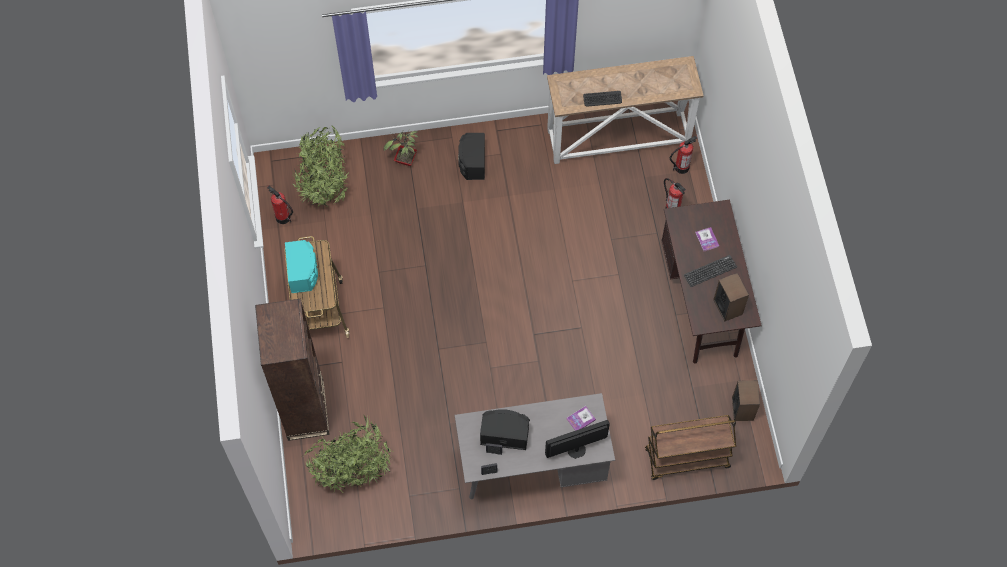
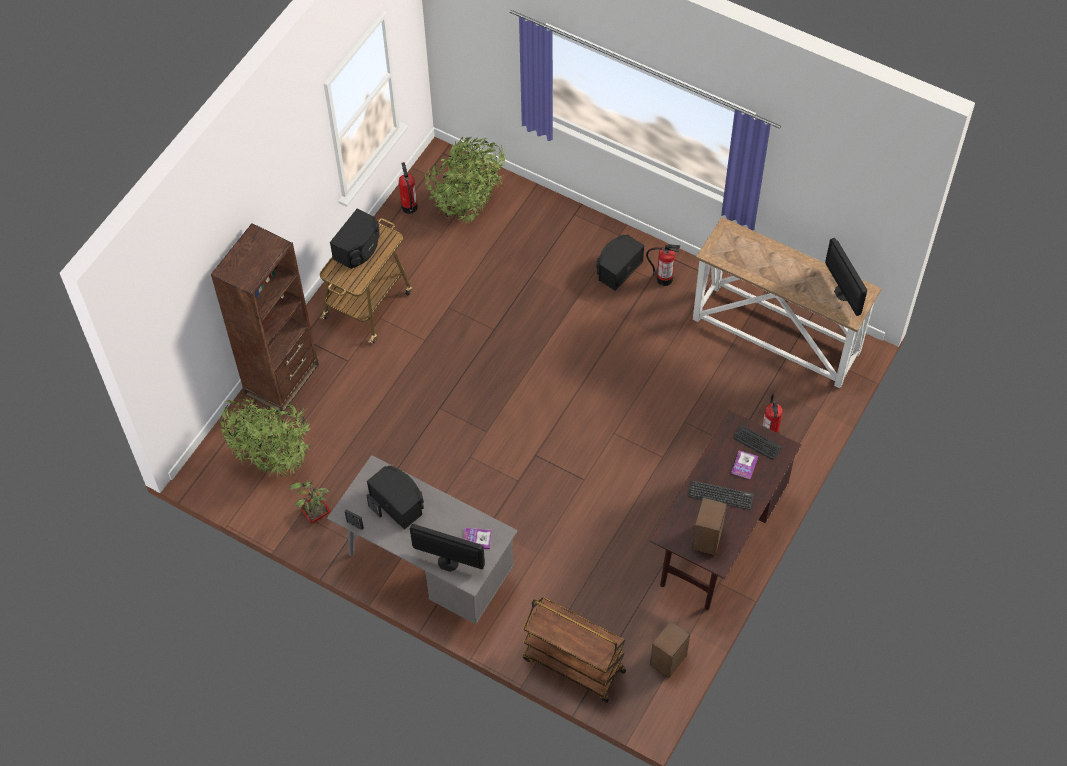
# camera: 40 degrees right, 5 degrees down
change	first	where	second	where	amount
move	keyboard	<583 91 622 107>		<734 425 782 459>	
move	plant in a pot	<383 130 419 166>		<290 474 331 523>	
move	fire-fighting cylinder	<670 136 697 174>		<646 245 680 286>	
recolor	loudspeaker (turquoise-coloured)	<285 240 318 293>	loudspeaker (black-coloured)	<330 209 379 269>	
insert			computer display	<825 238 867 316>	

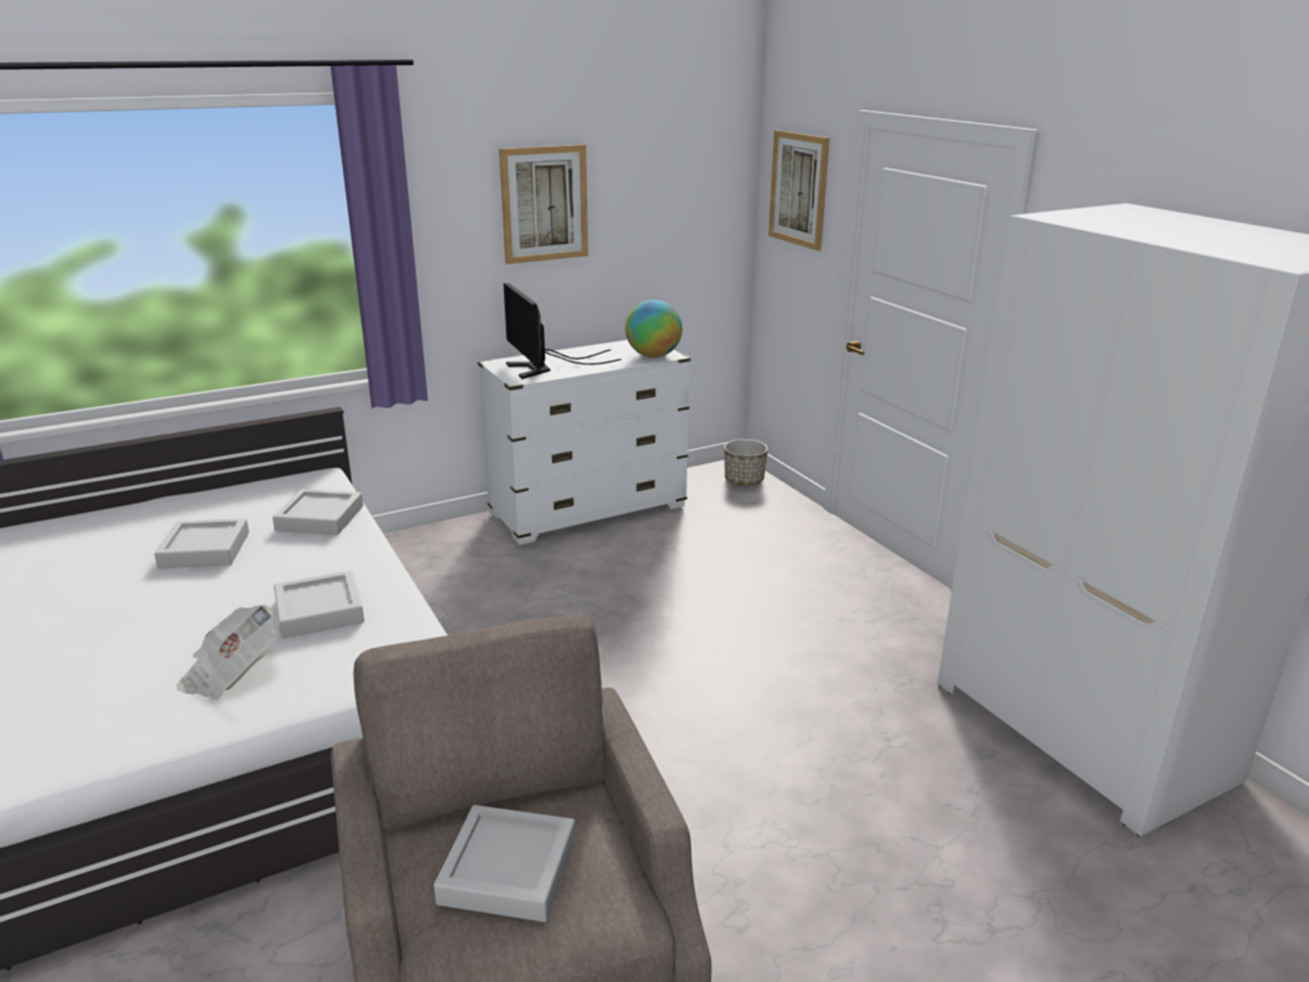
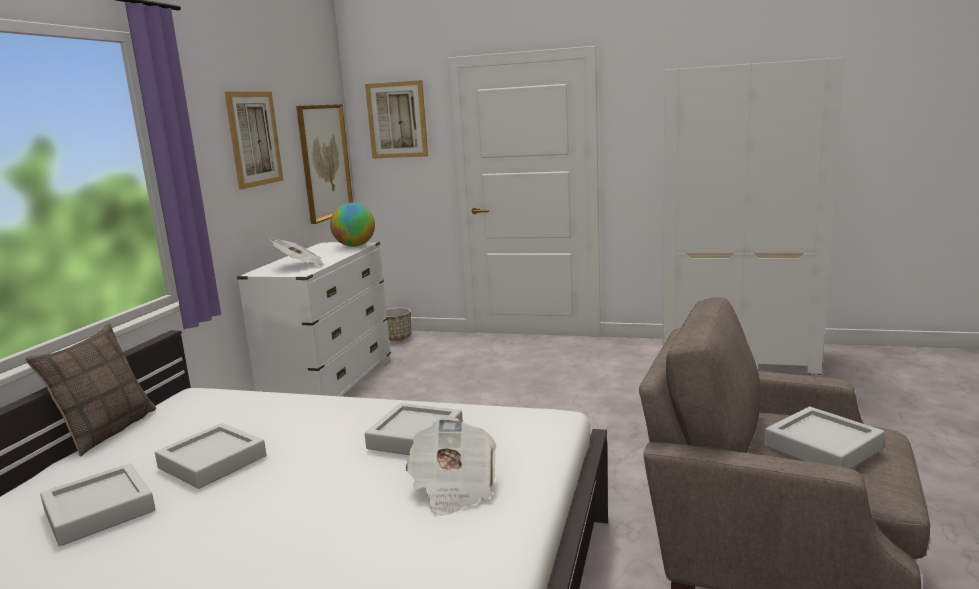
# camera: 45 degrees left, 10 degrees down
change	first	where	second	where	amount
replace	computer display	<504 283 621 379>	newspaper	<269 238 325 266>	
move	serving tray (grey)	<273 489 363 535>		<40 463 155 546>	
insert			wall art	<296 104 353 224>	
insert			cushion	<25 323 156 456>	

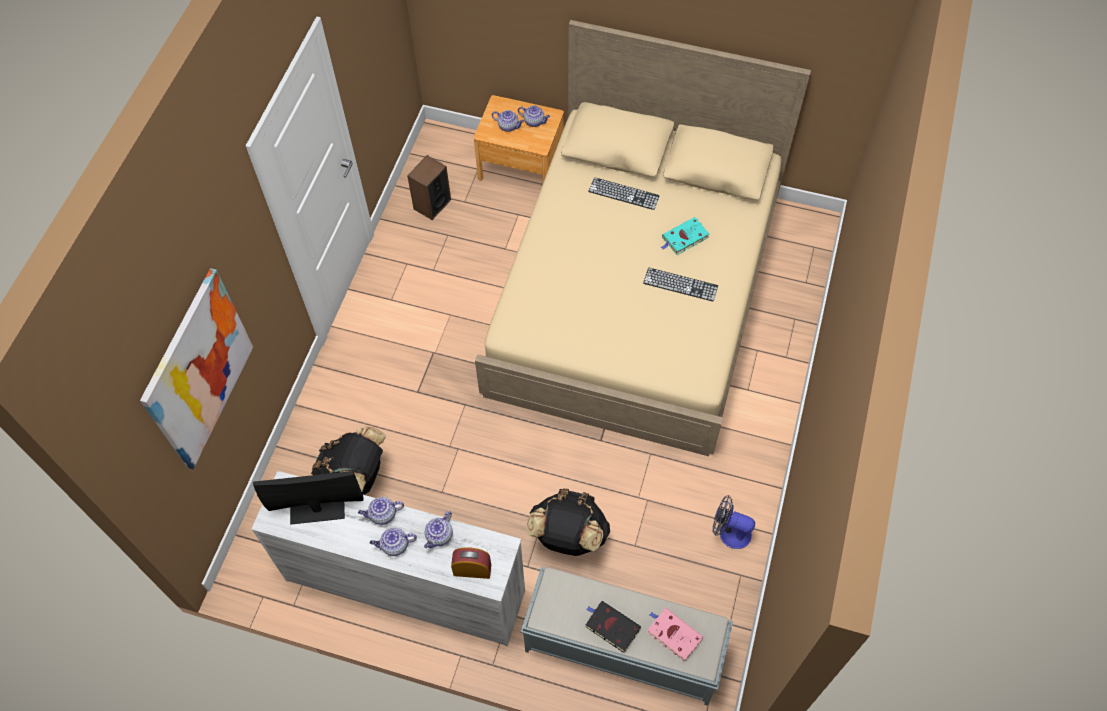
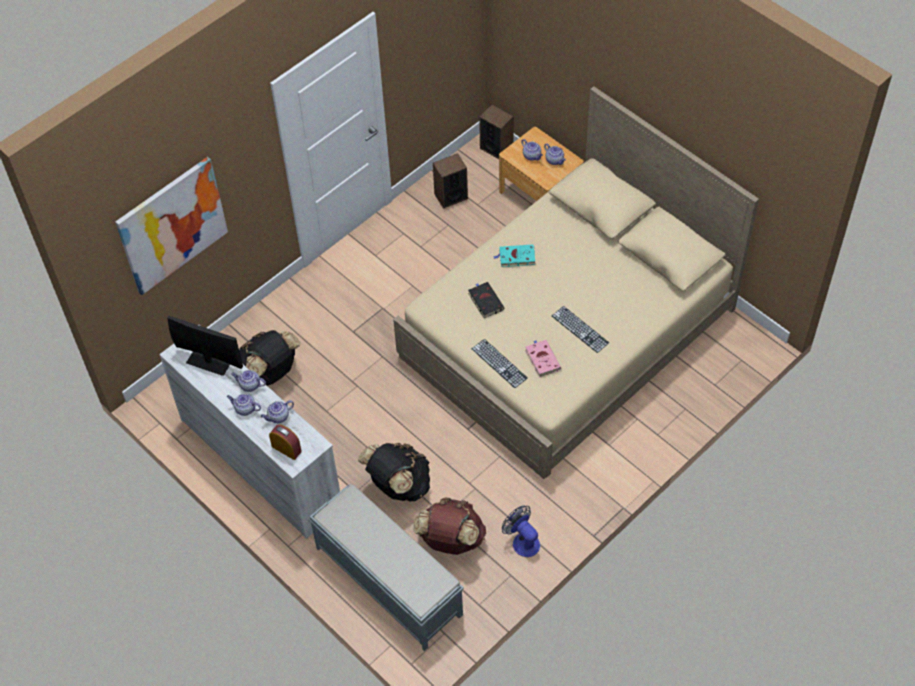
# camera: 30 degrees right, 5 degrees down
change	first	where	second	where	amount
move	keyboard	<588 177 660 210>		<472 339 527 388>	
move	book (turquoise-coloured)	<660 217 709 255>		<493 244 535 267>	
move	book (black-coloured)	<585 601 641 653>		<468 282 504 318>	
move	book (pink-coloured)	<647 608 703 662>		<525 340 561 377>	
insert			loudspeaker	<479 105 514 159>	
insert			backpack (brown)	<413 497 486 555>	

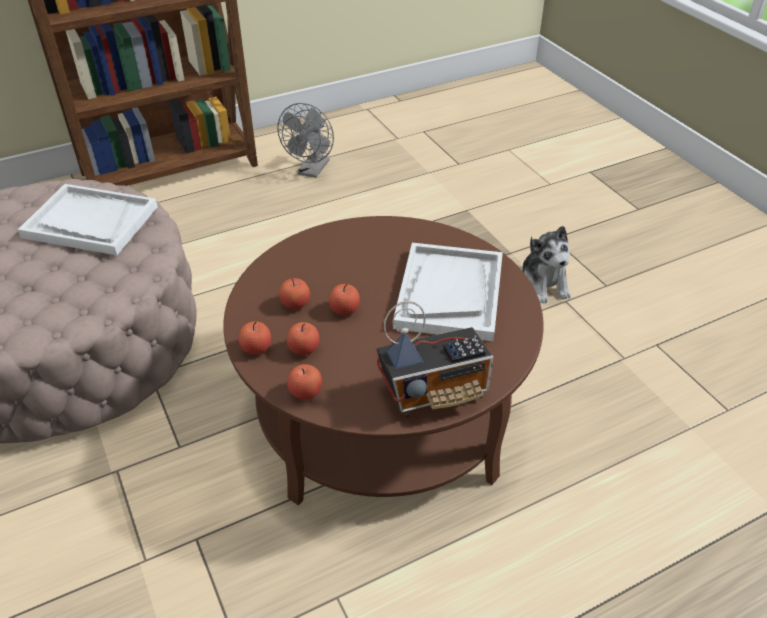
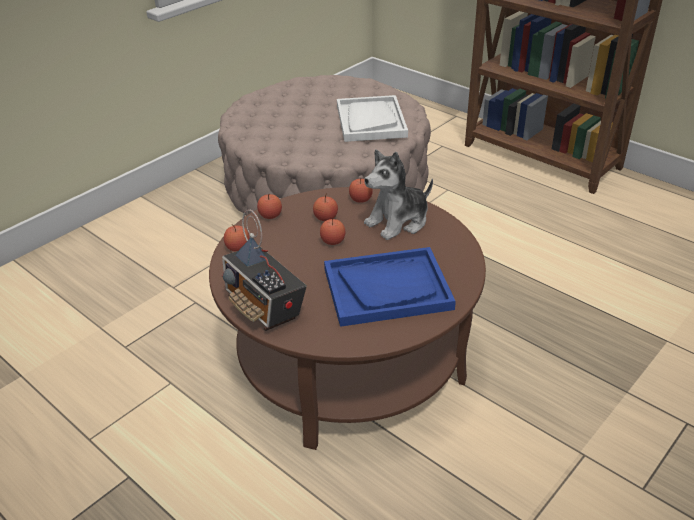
# camera: 70 degrees right, 5 degrees down
change	first	where	second	where	amount
delete	cooling fan (grey)	<277 103 334 178>			
move	soft toy	<522 226 571 304>		<364 150 433 240>	
recolor	serving tray (white)	<393 243 503 341>	serving tray (bluish)	<324 247 456 327>	
move	whole apple	<287 322 320 356>		<349 178 373 203>	

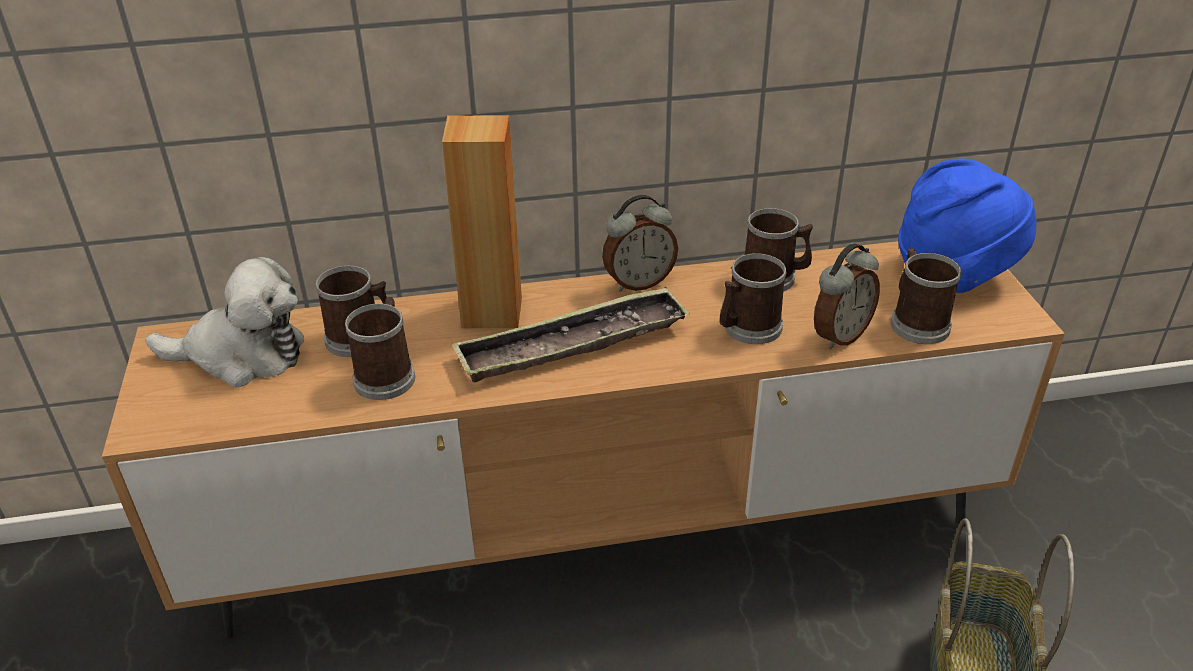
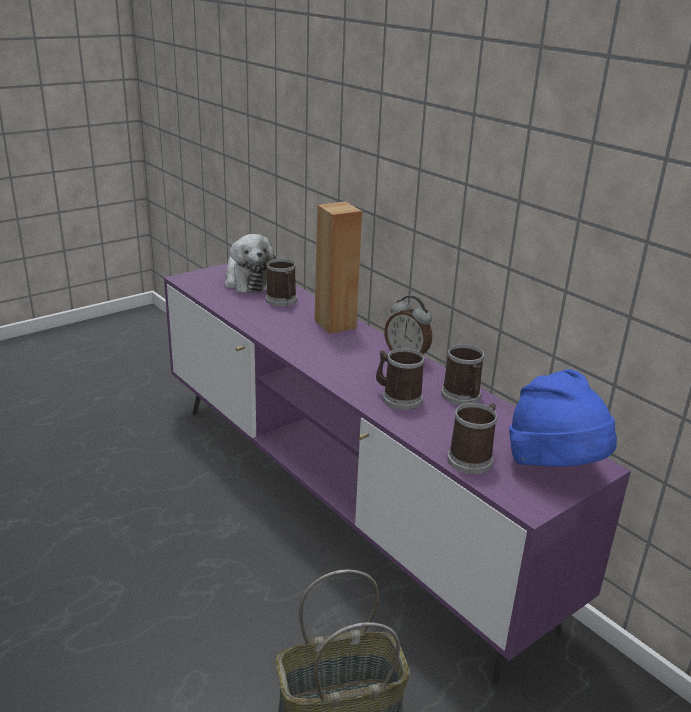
# camera: 60 degrees right, 10 degrees down
change	first	where	second	where	amount
recolor	media console (brown)	<102 241 1065 639>	media console (purple-coloured)	<164 263 631 683>	
delete	alarm clock	<814 243 880 350>			
delete	serving tray	<452 287 690 382>			
delete	mug	<345 297 415 400>			

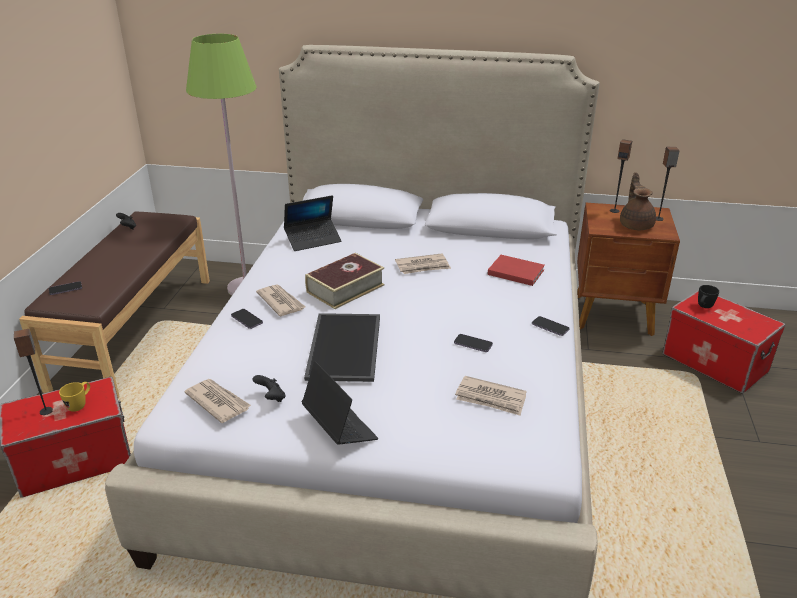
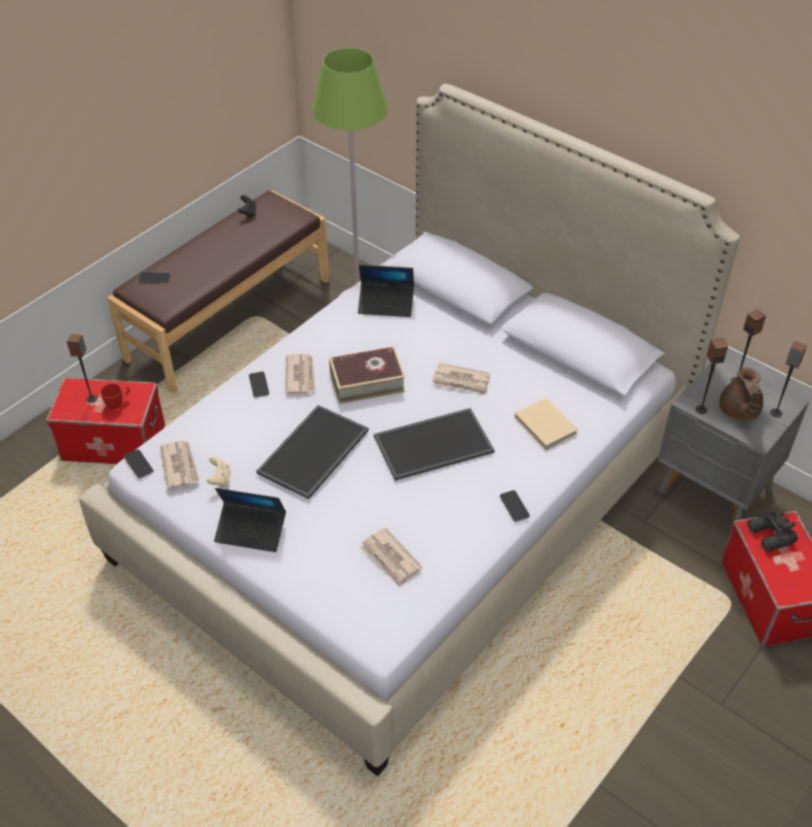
# camera: 30 degrees right, 15 degrees up
change	first	where	second	where	amount
rotate	pot for tea (brown)	<620 172 656 230>		<719 368 763 421>	150 degrees clockwise
recolor	bedside table (brown)	<577 203 680 336>	bedside table (grey)	<658 360 809 532>	
recolor	book (red-coloured)	<487 255 545 286>	book (beige)	<515 398 578 450>	
replace	mug (black-coloured)	<698 285 719 308>	binoculars (black-coloured)	<747 511 798 552>	
move	telephone	<454 334 493 352>		<124 449 153 478>	
rotate	portable computer	<301 361 378 445>		<214 488 286 552>	105 degrees clockwise
recolor	game controller (black-coloured)	<253 375 285 402>	game controller (beige)	<207 456 231 487>	
recolor	mug (yellow)	<59 382 90 412>	mug (red-coloured)	<100 384 130 409>	
insert			loudspeaker	<695 338 728 414>	
insert			serving tray	<374 408 495 481>	

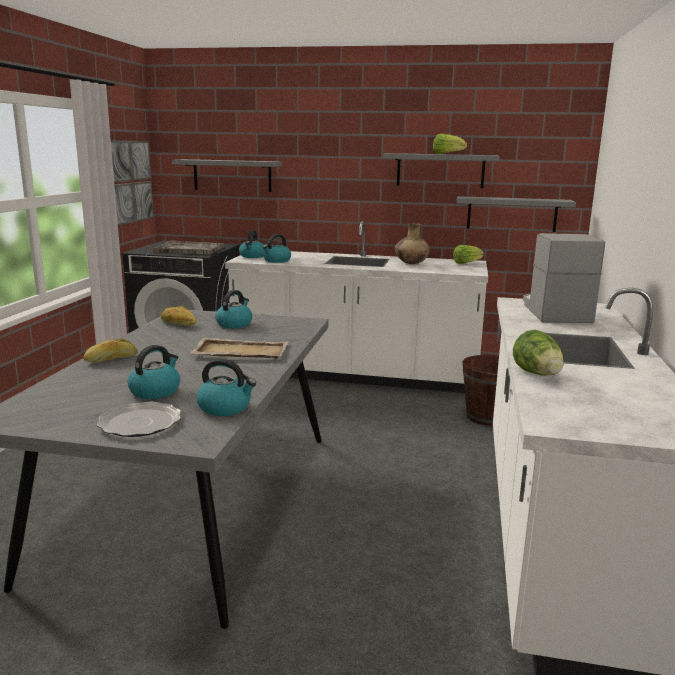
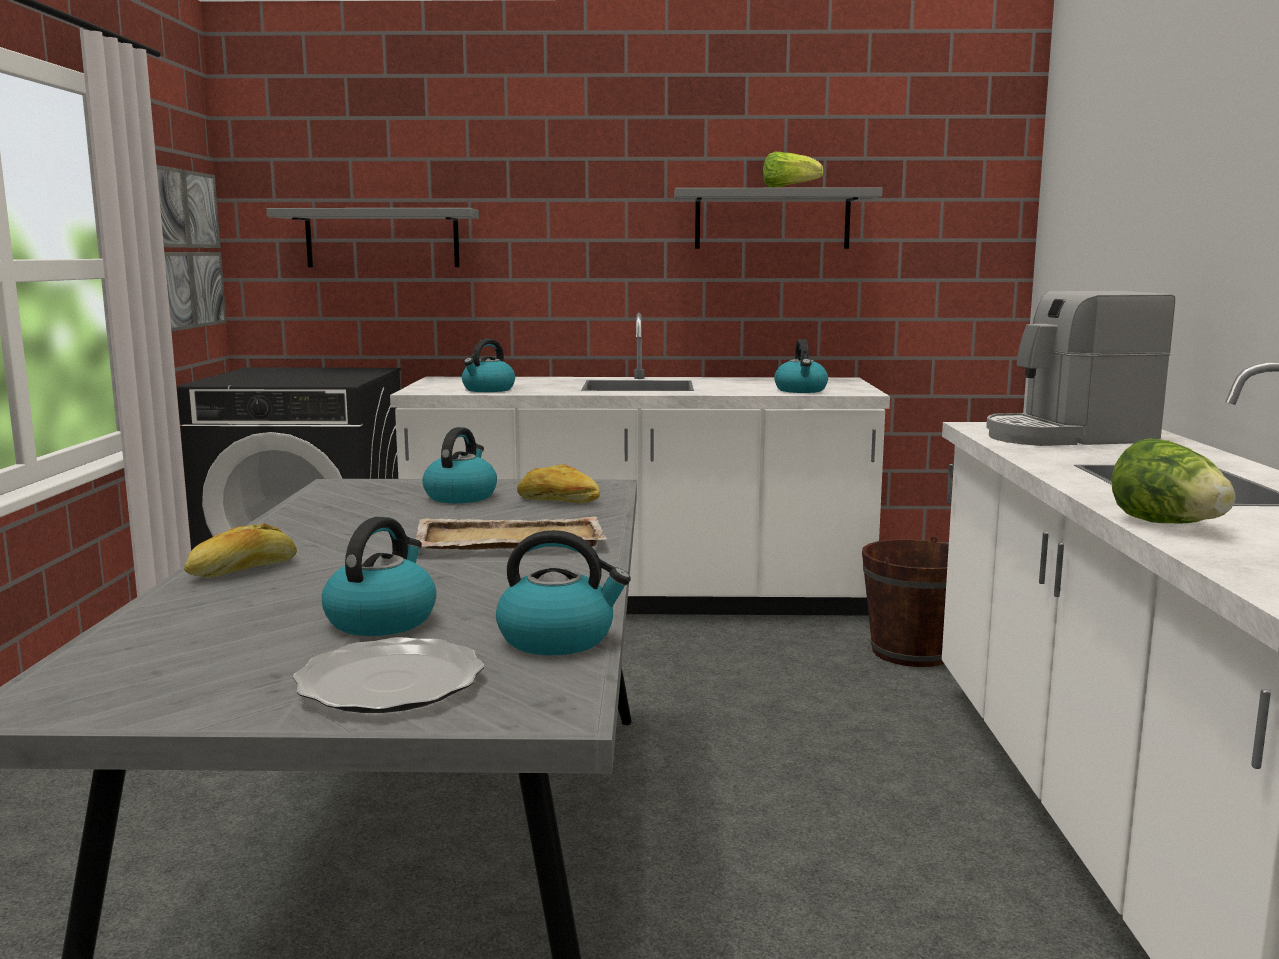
# camera: 10 degrees left, 5 degrees down
change	first	where	second	where	amount
delete	bracket shelf (grey)	<456 196 576 232>			
delete	decorative vase (brown)	<395 223 430 264>			
move	water kettle	<239 230 264 258>		<774 339 828 393>	
rotate	coffee brewer	<523 233 605 323>		<986 291 1175 446>	90 degrees counterclockwise
delete	serving tray (grey)	<153 240 224 255>			
delete	head of lettuce	<453 245 484 264>			
move	bread	<161 306 196 326>		<517 464 600 503>	

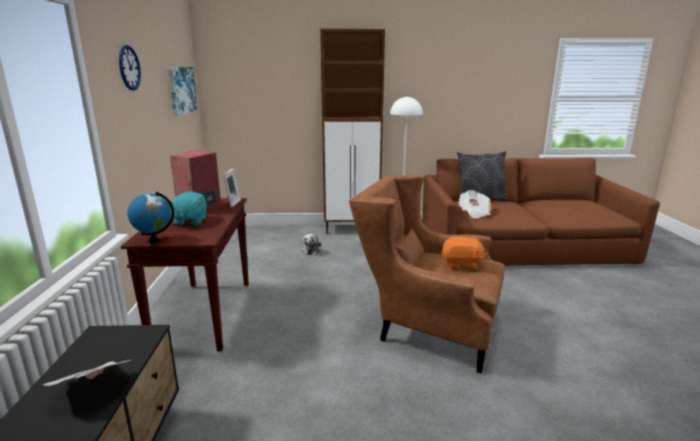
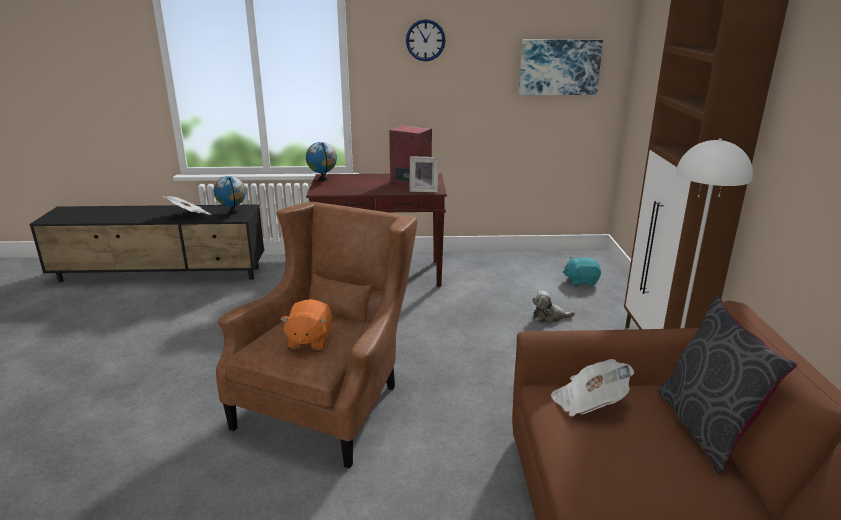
# camera: 90 degrees right, 5 degrees up
change	first	where	second	where	amount
move	soft toy (turquoise-coloured)	<167 191 207 226>		<563 257 601 286>	
insert			desk globe	<214 176 246 214>	

